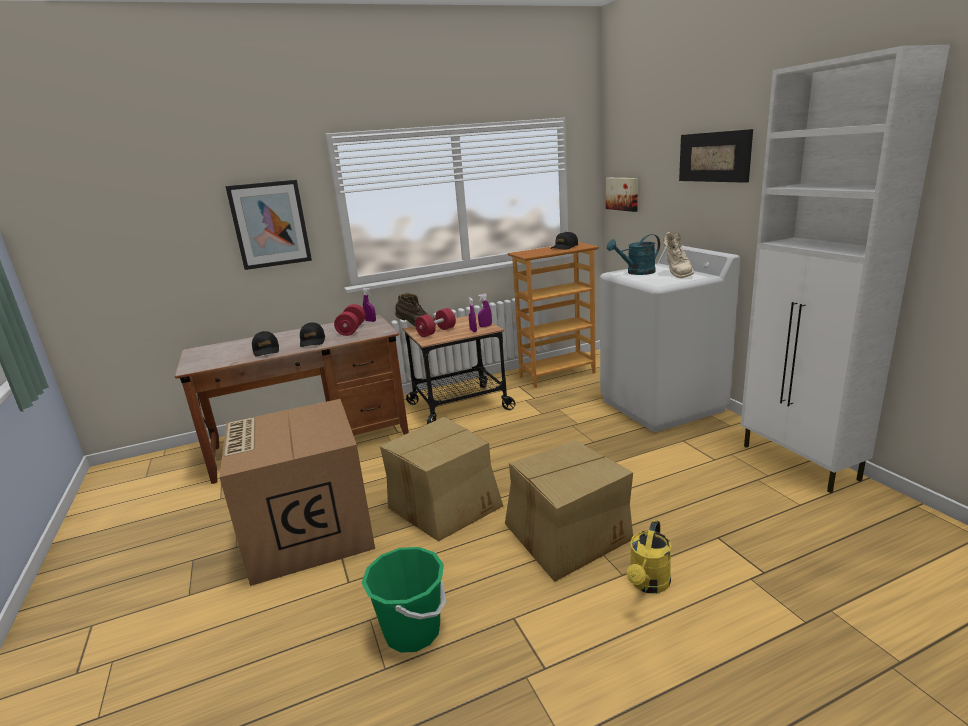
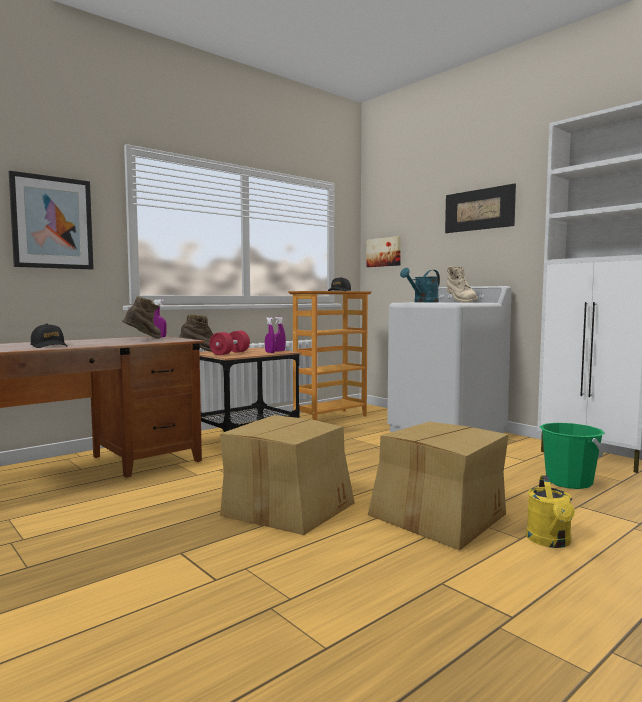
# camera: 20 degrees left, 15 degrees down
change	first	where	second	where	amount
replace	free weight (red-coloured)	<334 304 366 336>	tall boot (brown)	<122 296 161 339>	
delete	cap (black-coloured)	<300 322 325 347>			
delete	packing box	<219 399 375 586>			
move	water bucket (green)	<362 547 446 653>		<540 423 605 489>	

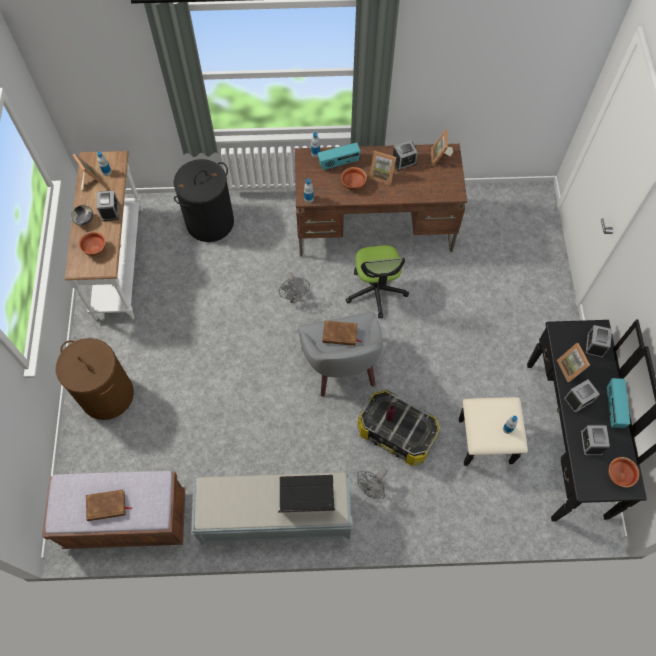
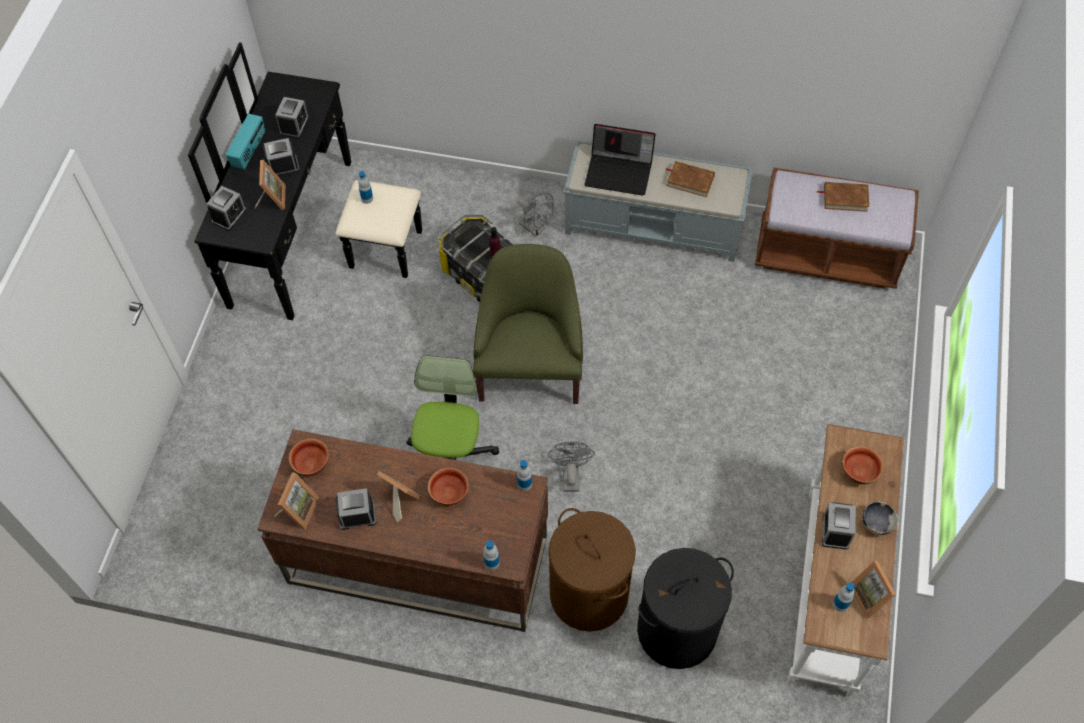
# camera: 165 degrees left, 5 degrees down
change	first	where	second	where	amount
delete	radio	<318 143 361 170>			
recolor	easy chair (grey)	<298 312 383 397>	easy chair (green)	<473 244 583 404>	
move	book (brown)	<322 321 362 346>		<665 161 715 197>	
move	laundry basket (brown)	<56 338 134 420>		<548 508 636 632>	
move	deep dish	<608 457 639 487>		<289 438 329 476>	
rotate	cooling fan (grey)	<357 468 388 499>		<518 193 554 237>	75 degrees clockwise

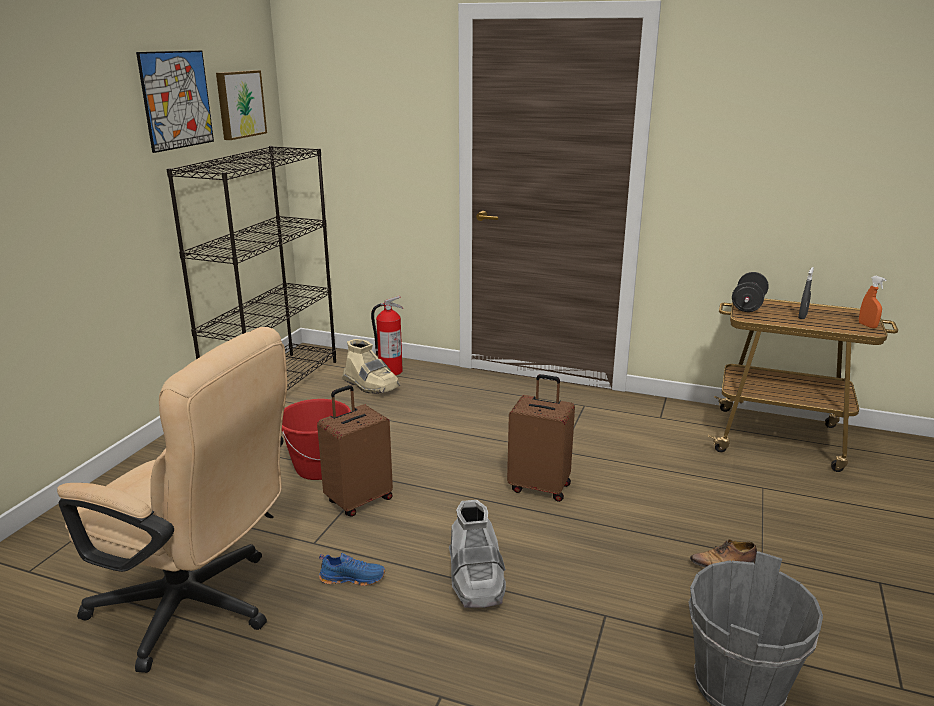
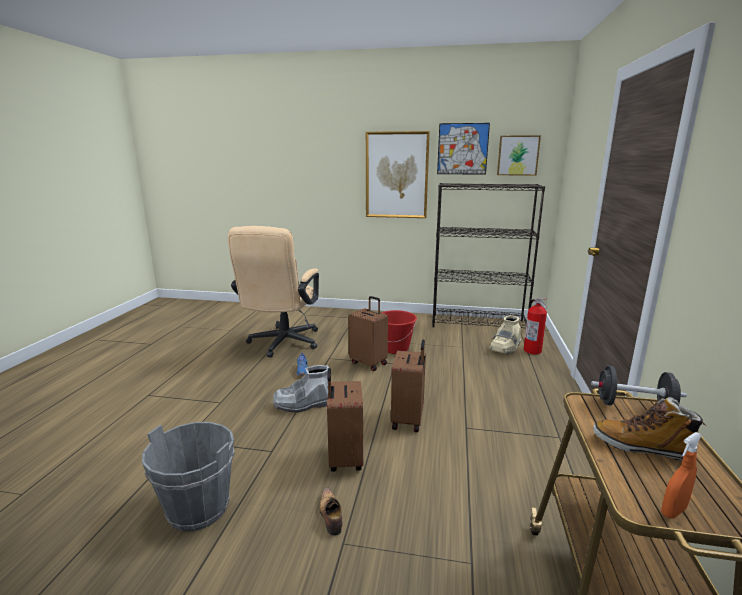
# camera: 80 degrees right, 5 degrees down
change	first	where	second	where	amount
replace	hand sprayer (grey)	<798 267 814 319>	tall boot	<593 397 705 460>	
insert			wall art	<366 131 430 218>	
insert			suitcase (brown)	<327 368 363 472>	

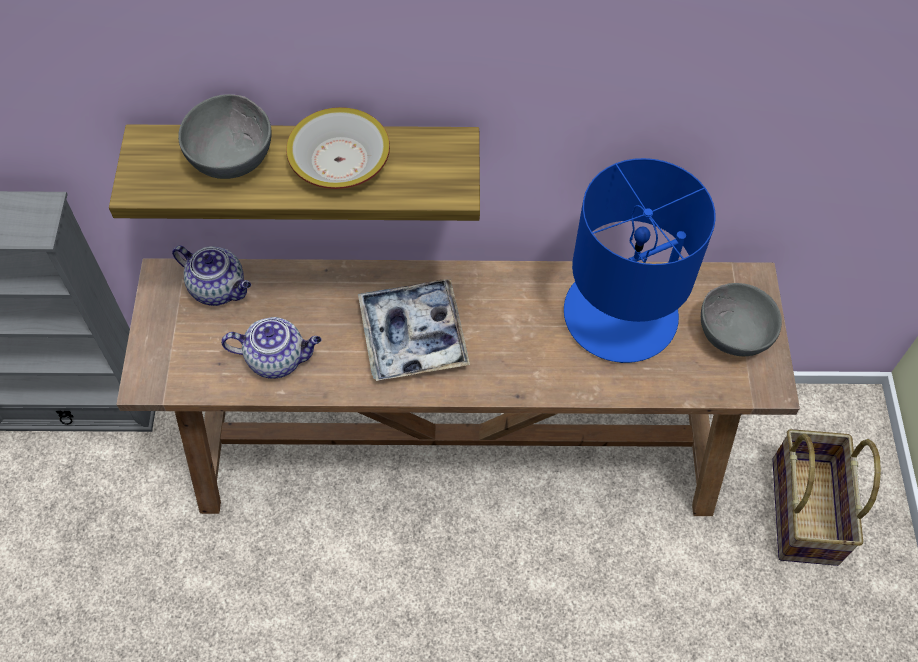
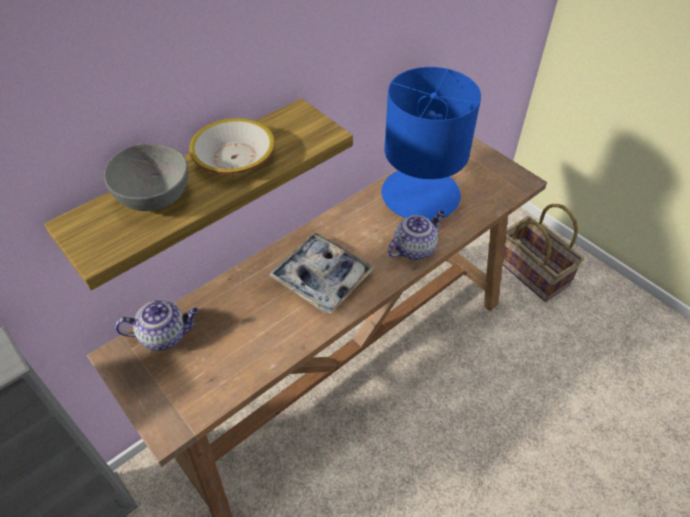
# camera: 40 degrees left, 10 degrees down
change	first	where	second	where	amount
delete	deep dish (grey)	<701 283 782 356>			
move	pot for tea	<221 317 321 379>		<387 211 445 260>	

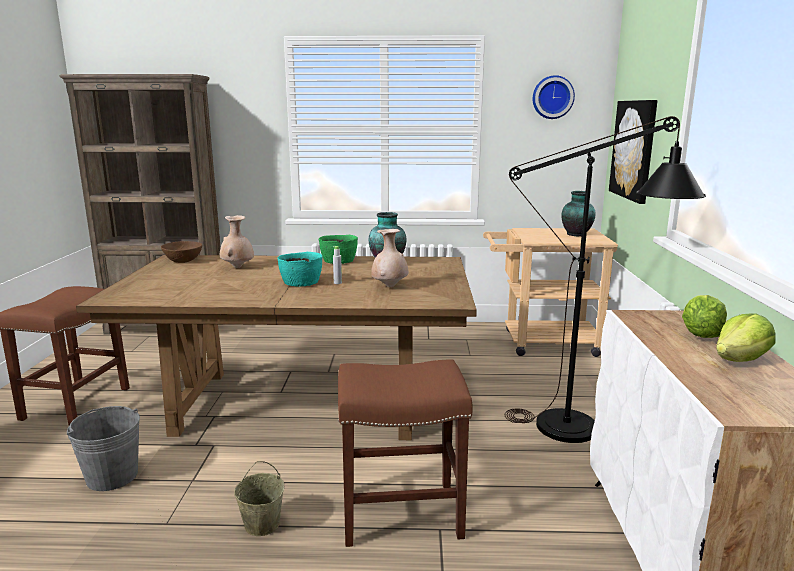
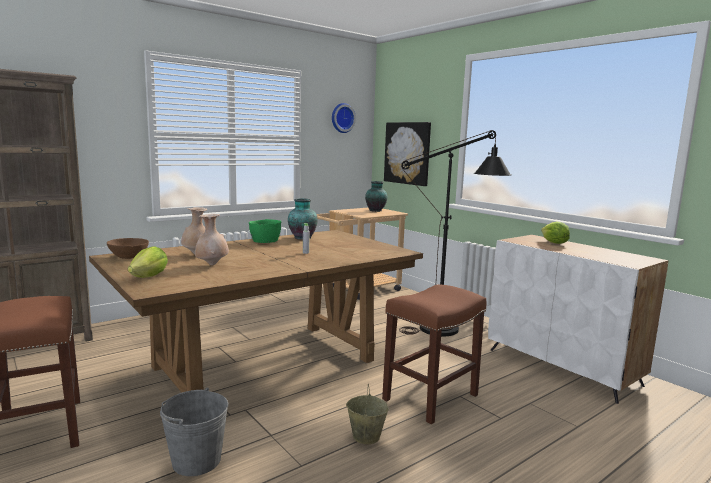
# camera: 40 degrees left, 5 degrees down
change	first	where	second	where	amount
move	decorative vase (beige)	<371 229 409 287>		<195 214 229 265>	
delete	deep dish (turquoise-coloured)	<277 252 323 287>			
move	head of lettuce	<716 313 776 362>		<128 247 168 278>	

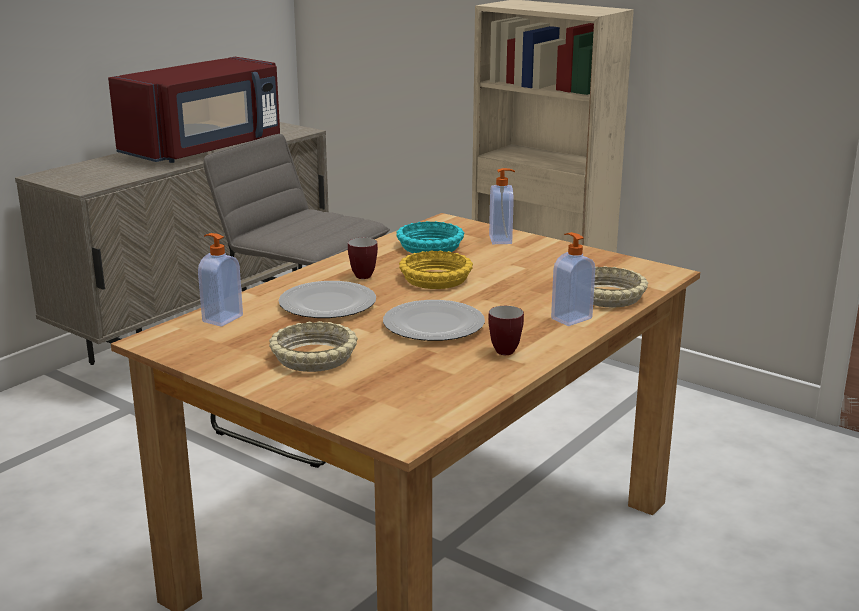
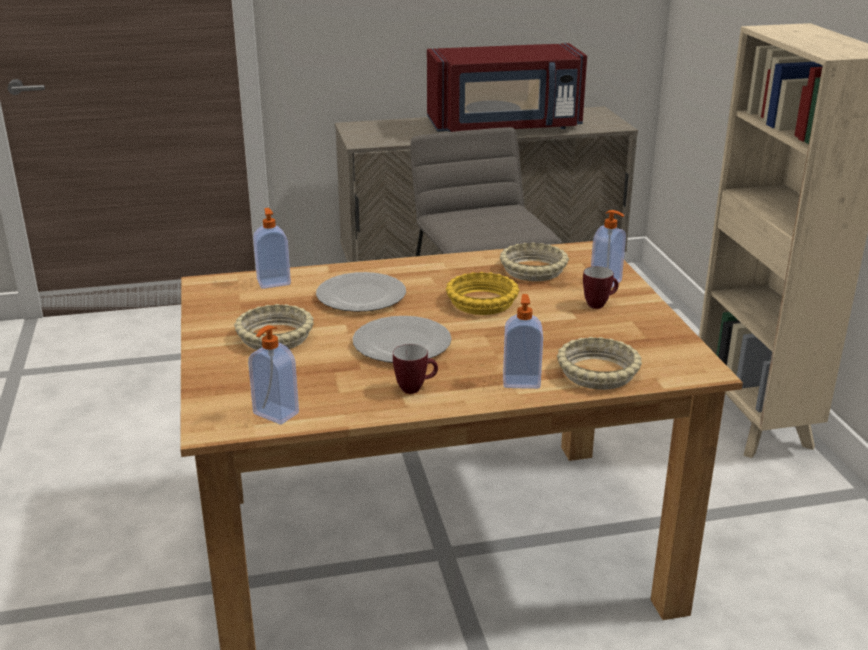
# camera: 40 degrees right, 5 degrees up
change	first	where	second	where	amount
recolor	deep dish (turquoise-coloured)	<396 221 465 253>	deep dish (beige)	<500 243 569 281>	
move	mug	<348 238 378 279>		<583 266 619 309>	
insert			soap dispenser	<248 325 299 425>	

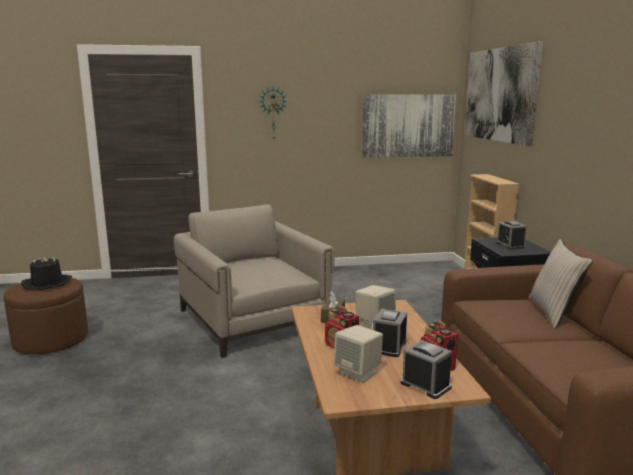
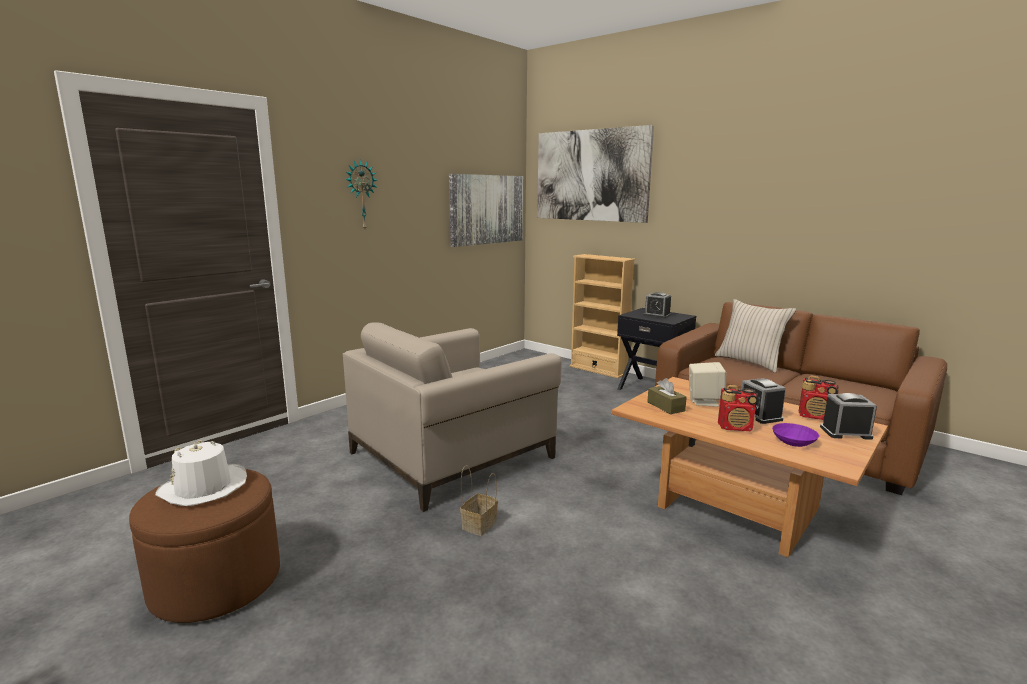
# camera: 40 degrees left, 0 degrees up
change	first	where	second	where	amount
rotate	easy chair (beige)	<174 204 335 358>		<343 322 562 512>	60 degrees counterclockwise
recolor	wearable hat (black-coloured)	<21 256 72 290>	wearable hat (white)	<155 441 247 506>	
replace	loudspeaker (beige)	<334 325 383 382>	deep dish (purple-coloured)	<772 423 819 447>	
insert			storage basket	<460 466 498 536>	

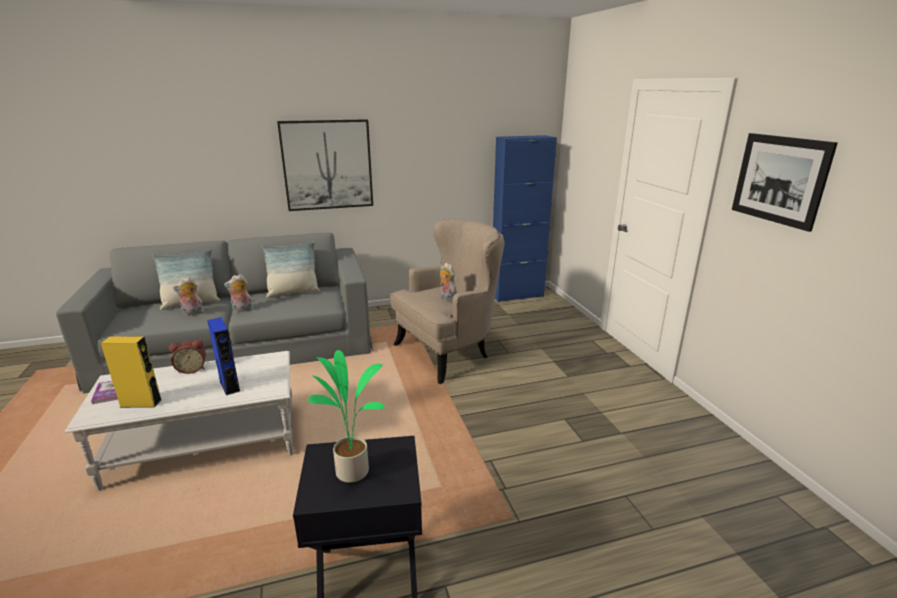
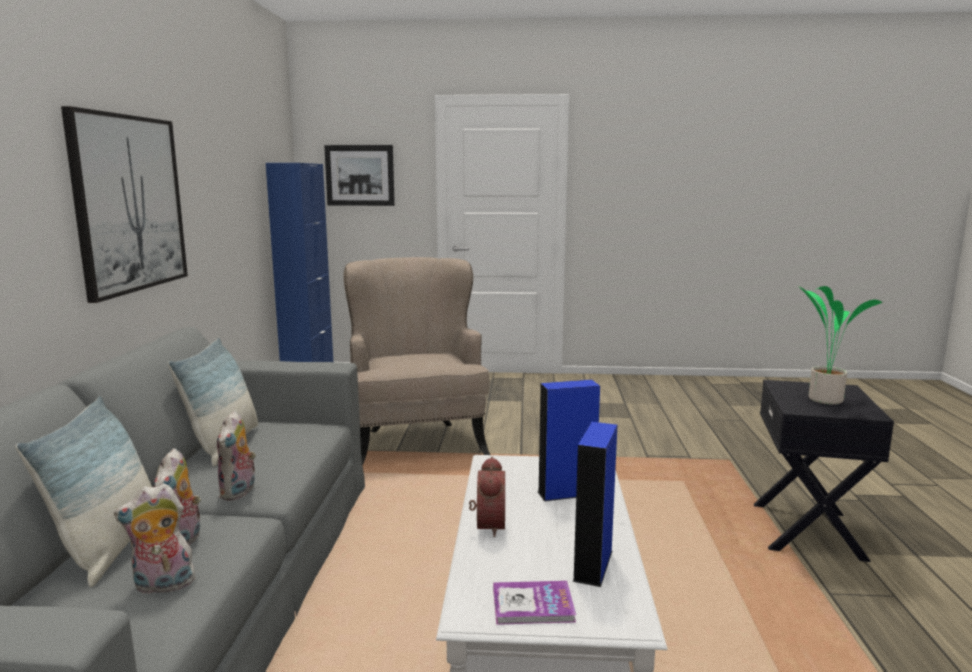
# camera: 70 degrees left, 10 degrees down
change	first	where	second	where	amount
move	wall art	<732 133 838 232>		<324 145 395 206>	
move	soft toy	<440 263 457 302>		<114 483 195 595>	
recolor	loudspeaker (yellow)	<101 336 162 408>	loudspeaker (bluish)	<573 422 617 587>	

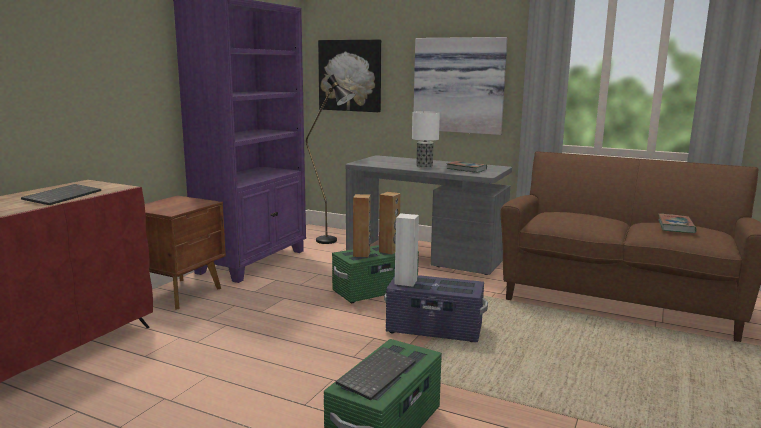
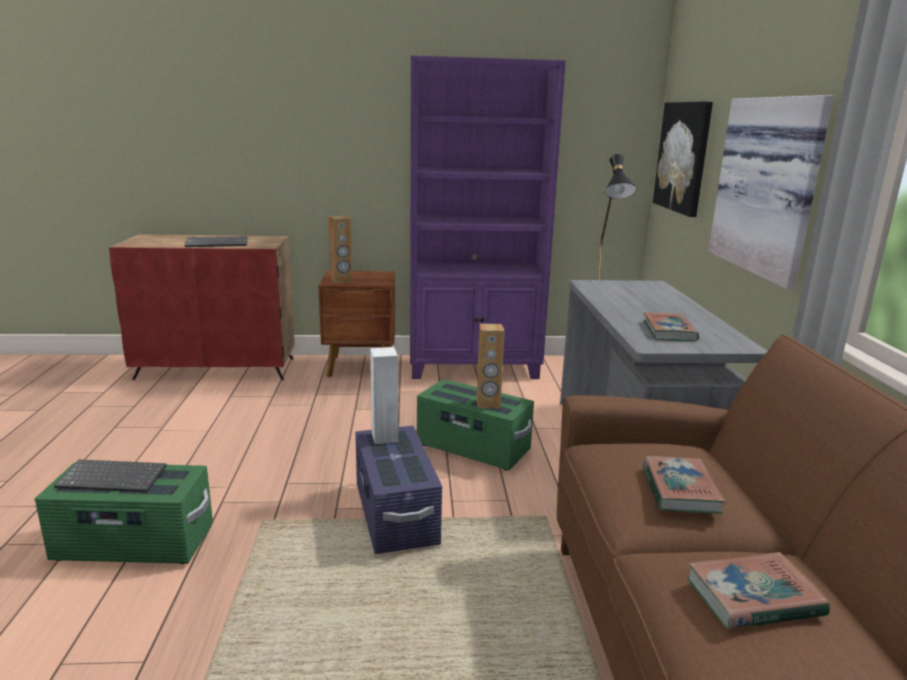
# camera: 60 degrees right, 5 degrees up
change	first	where	second	where	amount
delete	tabletop lamp	<412 111 440 168>			
move	loudspeaker (brown)	<353 194 371 257>		<329 216 353 284>	
insert			book	<642 456 726 514>	

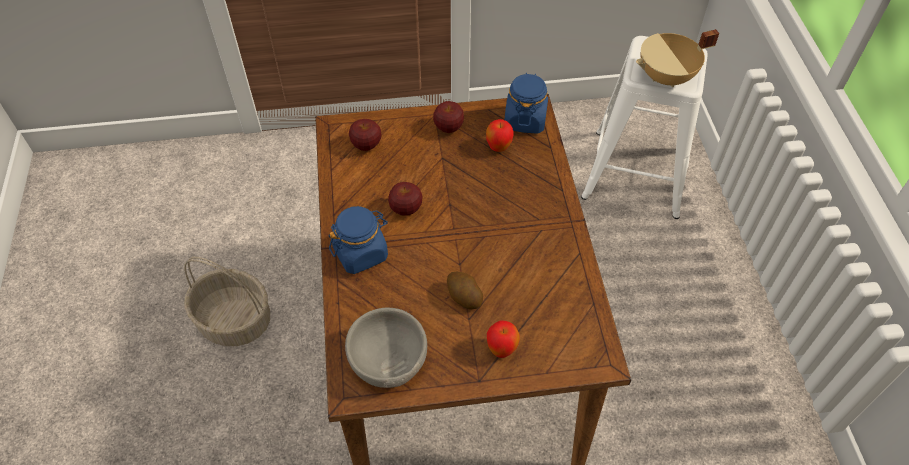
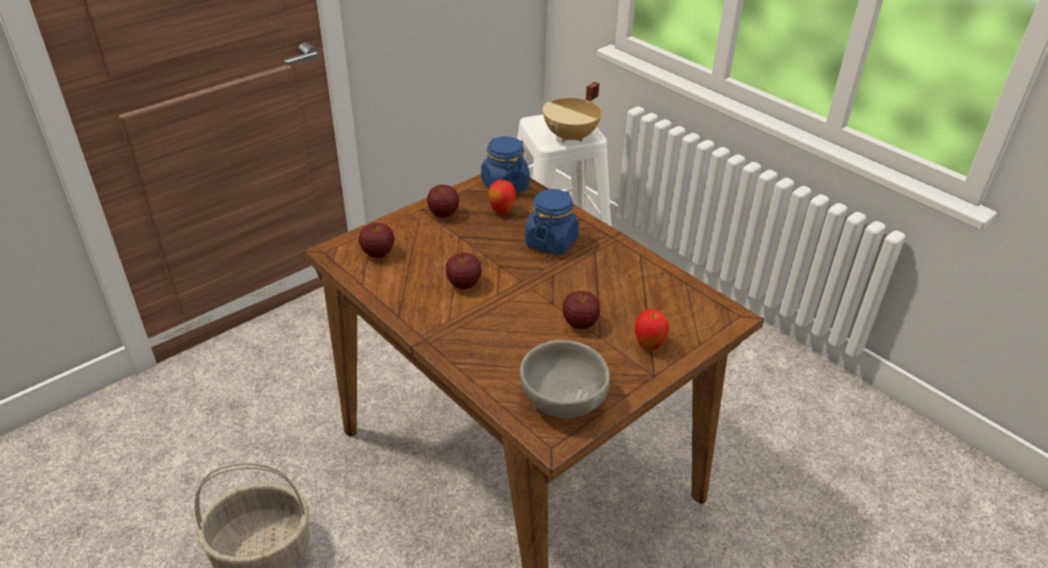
# camera: 35 degrees left, 15 degrees down
change	first	where	second	where	amount
move	storage jar (bluish)	<328 206 388 274>		<525 189 579 255>	
replace	whole potato	<447 272 483 309>	whole apple	<563 291 600 329>	

